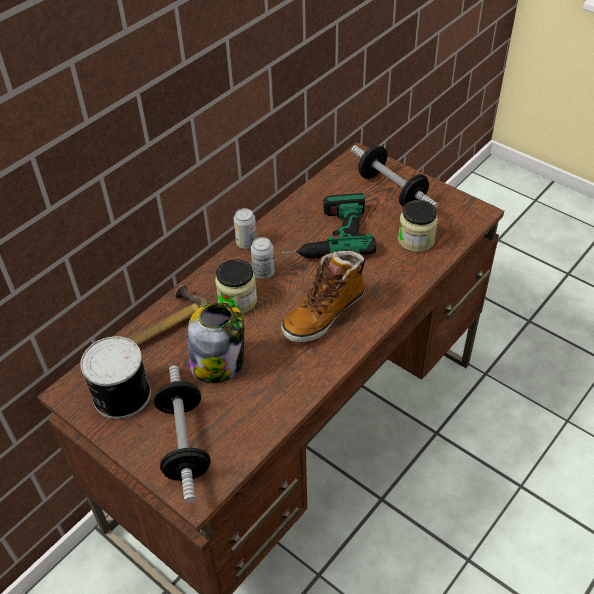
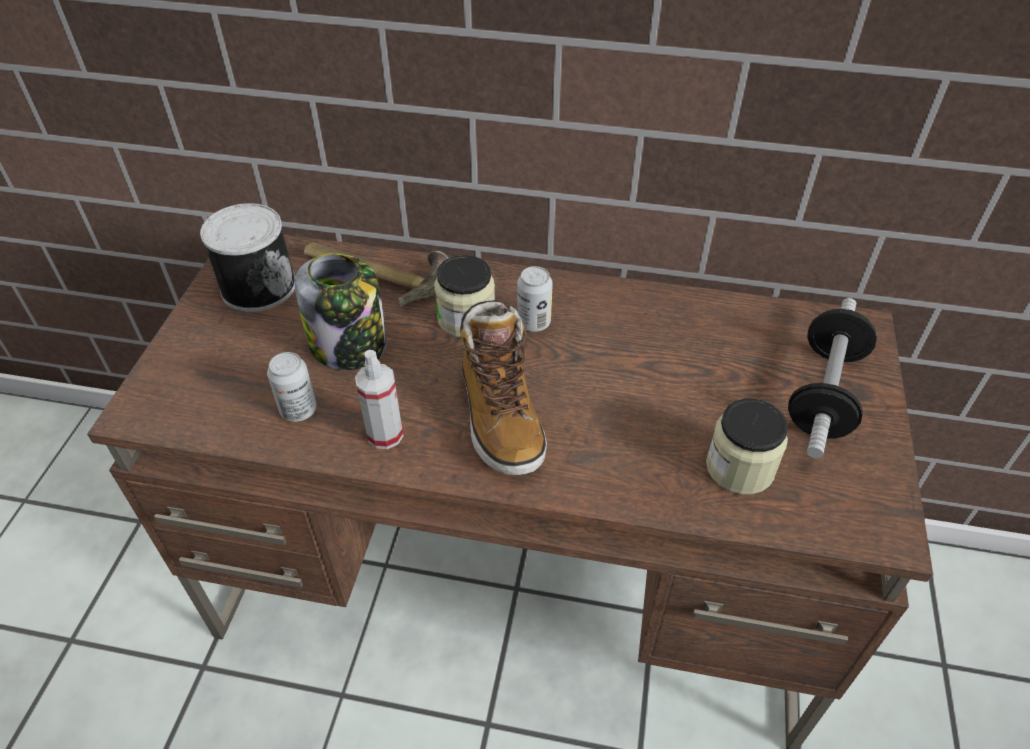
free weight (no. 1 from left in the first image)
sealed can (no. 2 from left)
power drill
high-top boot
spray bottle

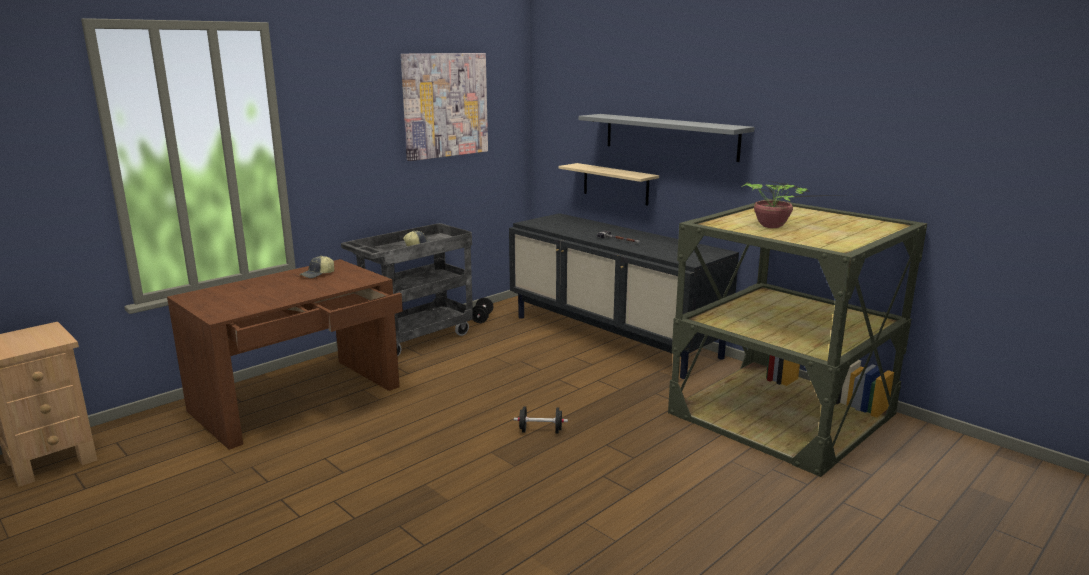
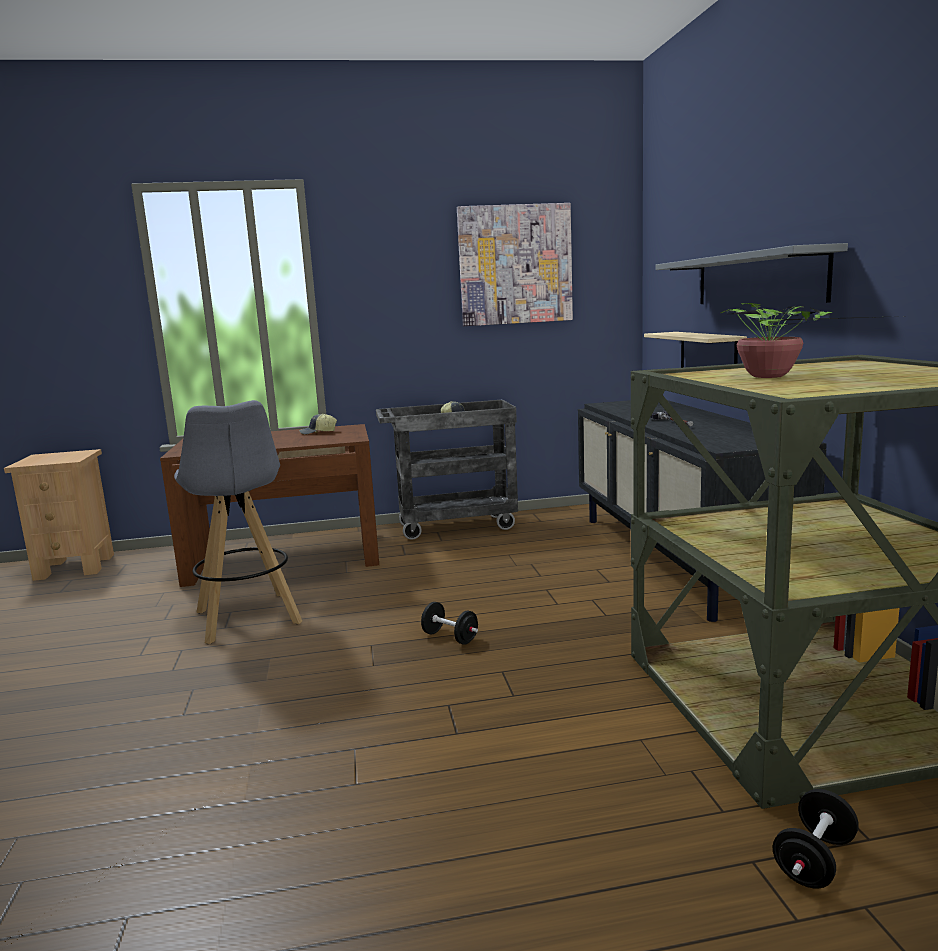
black free weight (no. 2 from left)
grey stool seat

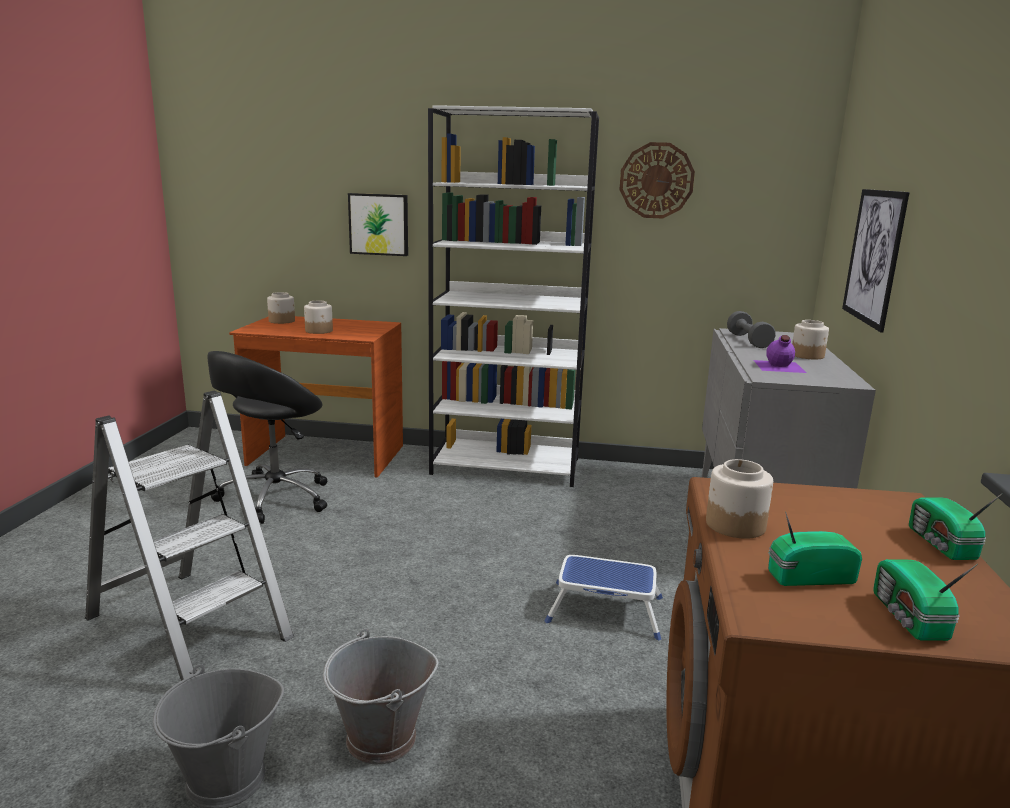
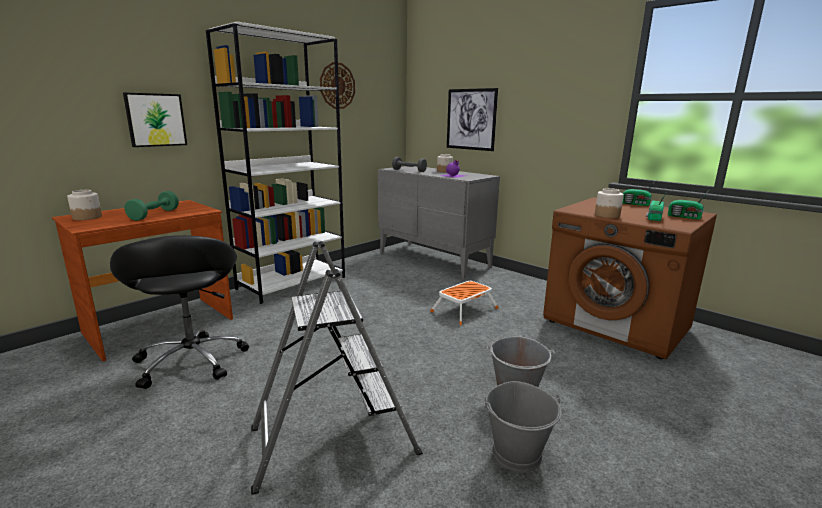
green free weight
orangey step ladder

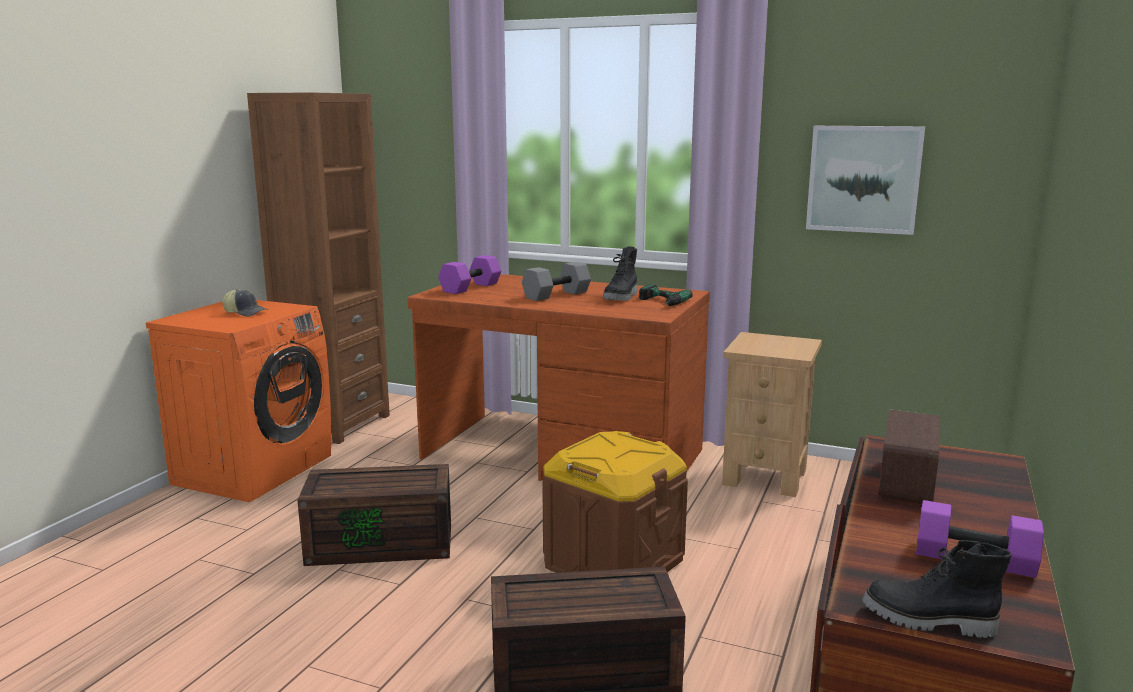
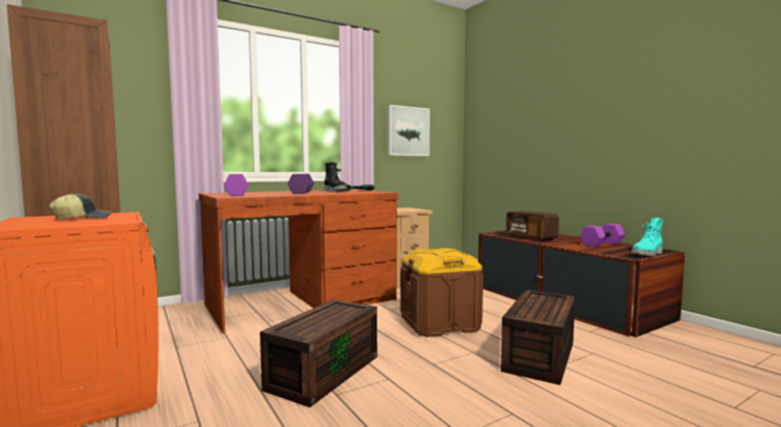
purple-coloured free weight (no. 2 from left)
turquoise high-top boot

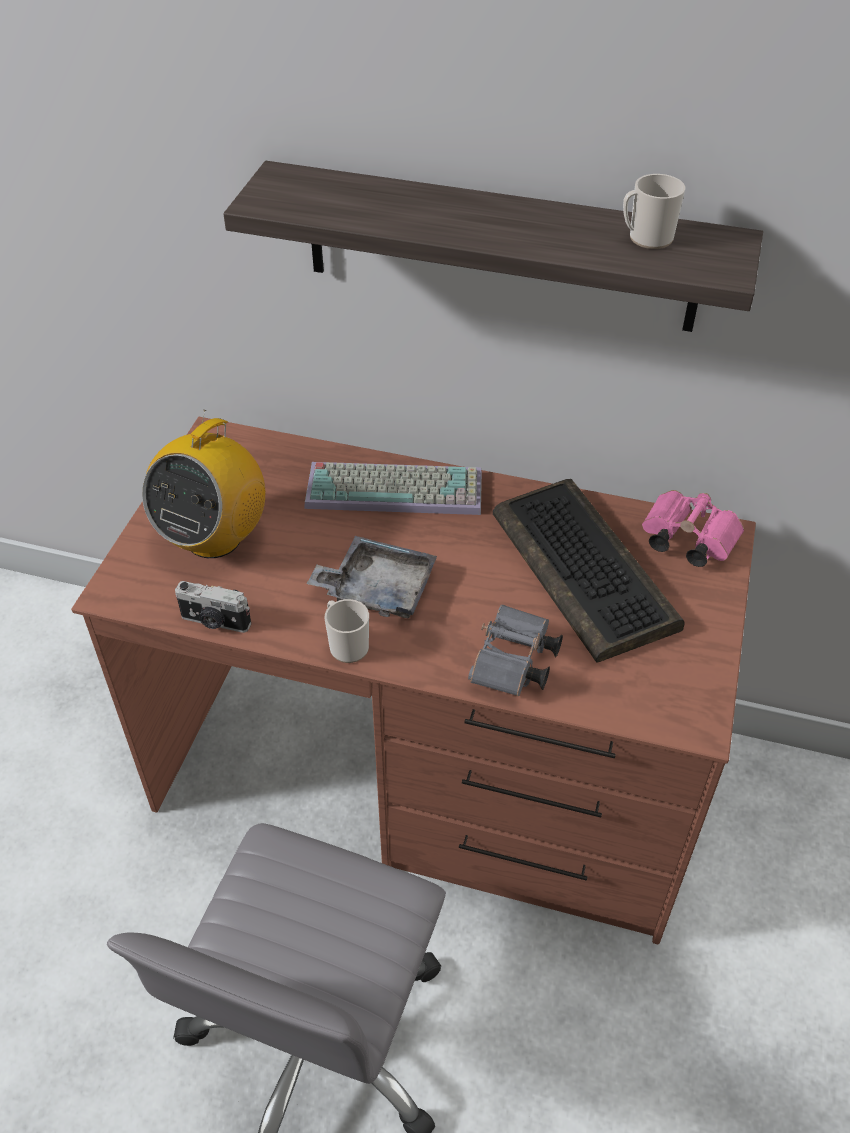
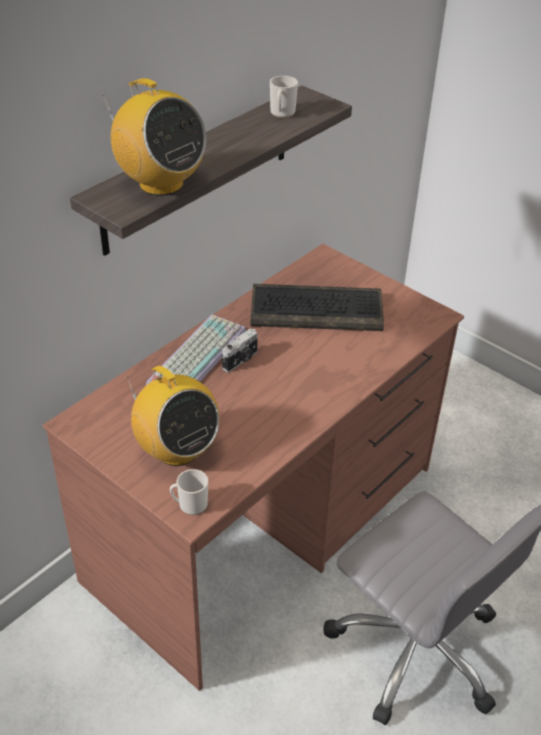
photo camera
grey tray
tea mug (no. 1 from left)
grey binoculars
pink binoculars
radio receiver (no. 1 from left)

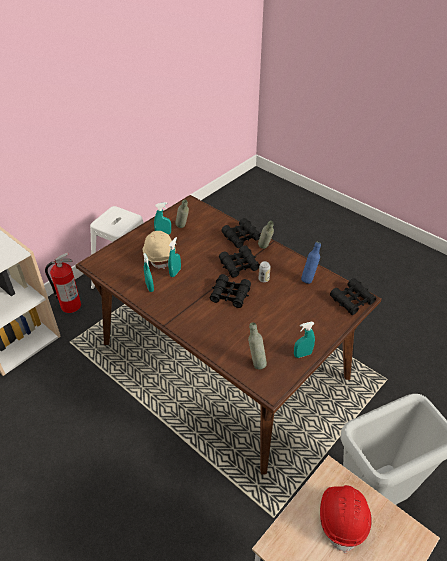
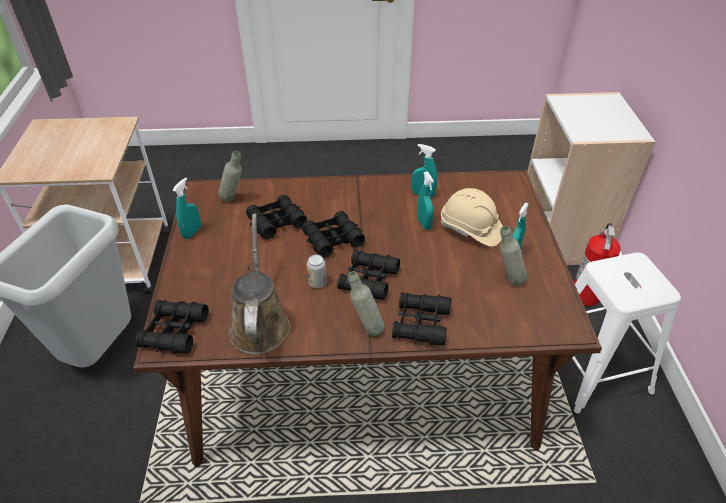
brownish watering can
red safety helmet
black binoculars (no. 2 from left)

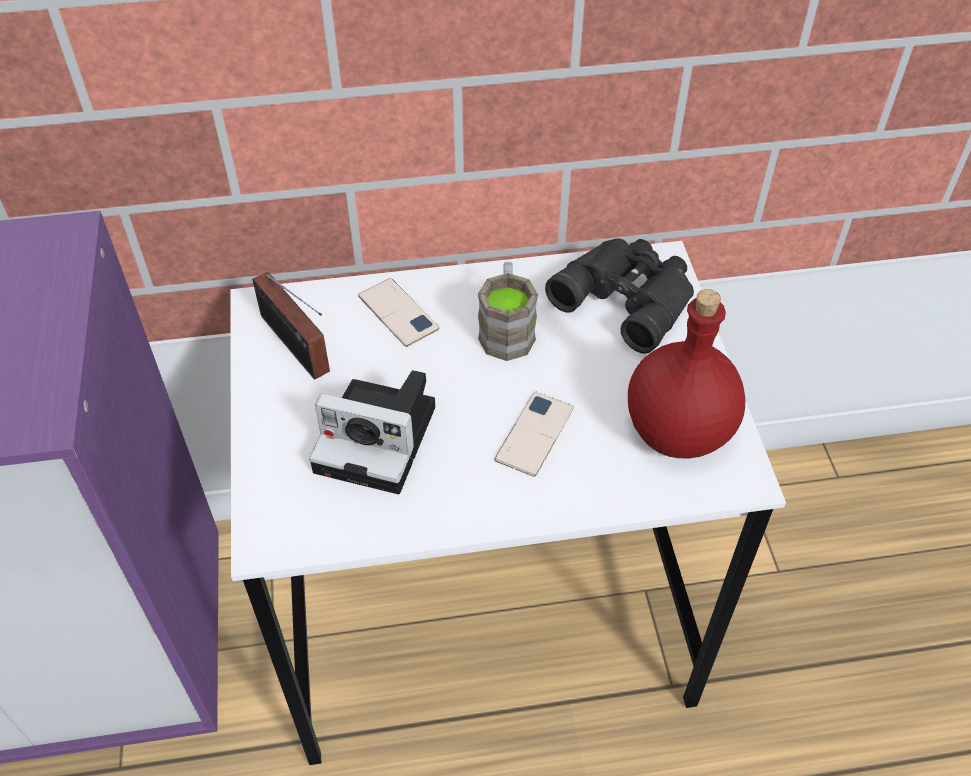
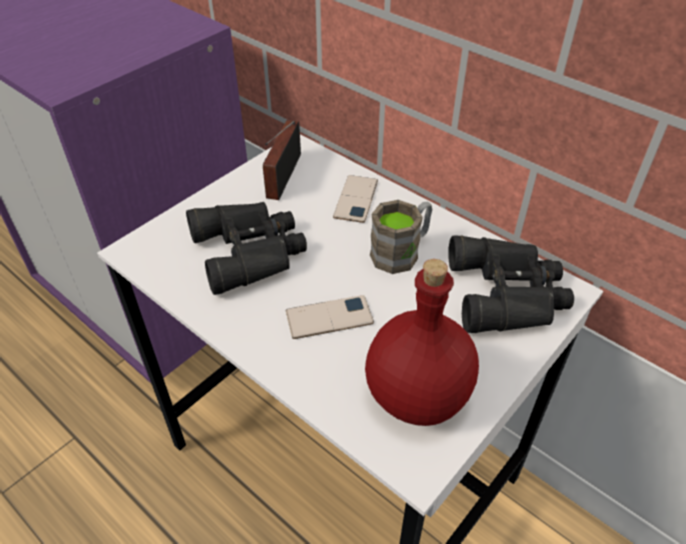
black binoculars (no. 1 from left)

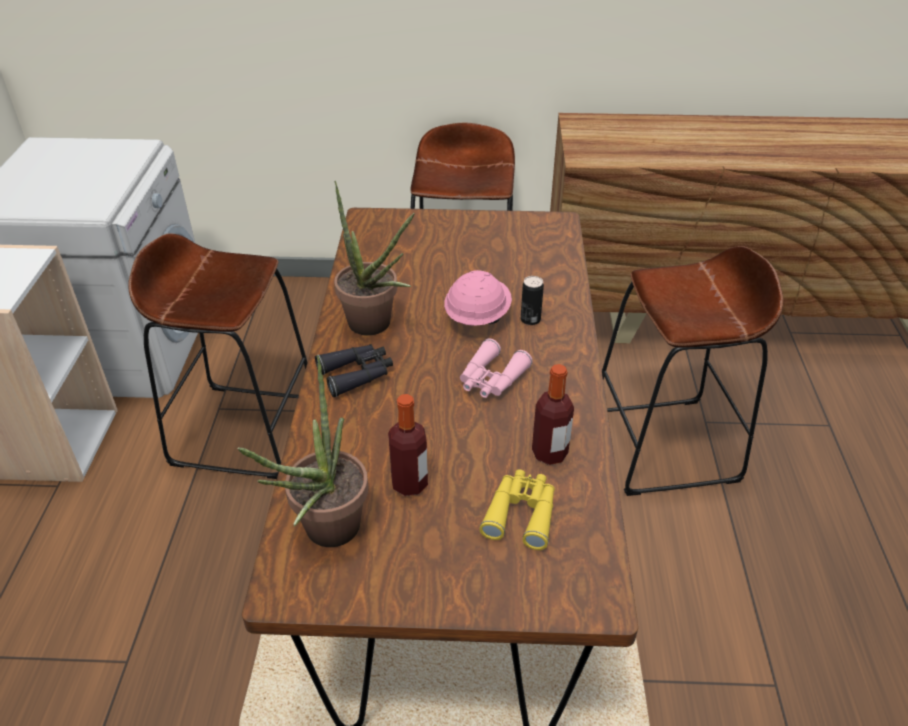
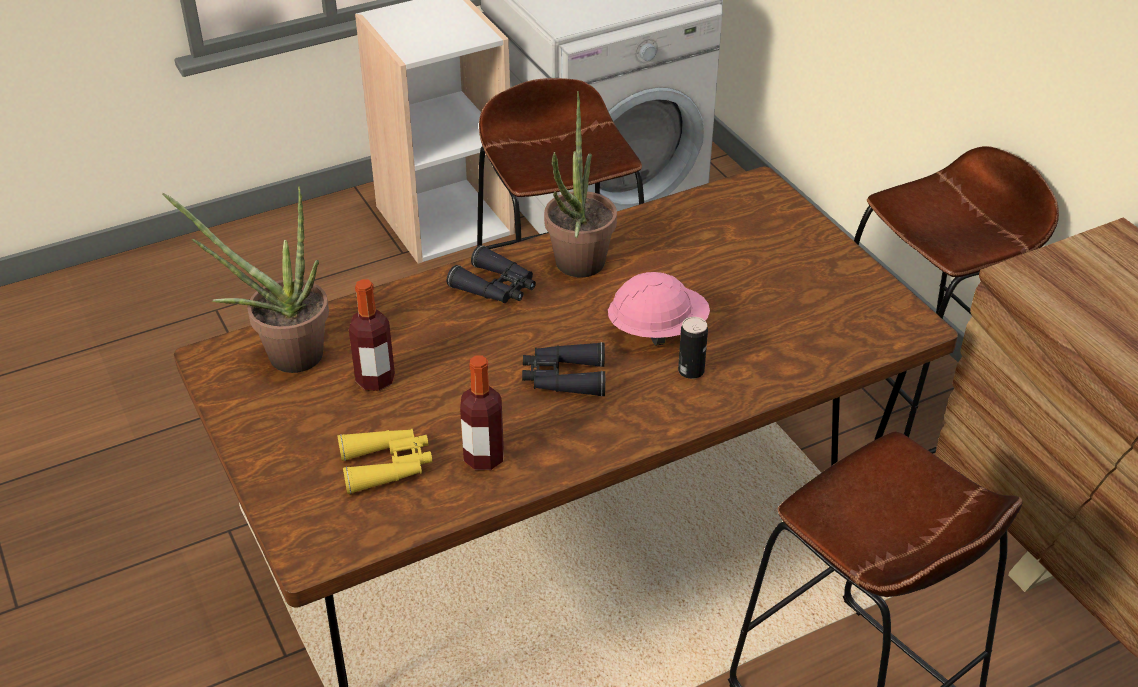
black binoculars (no. 2 from left)

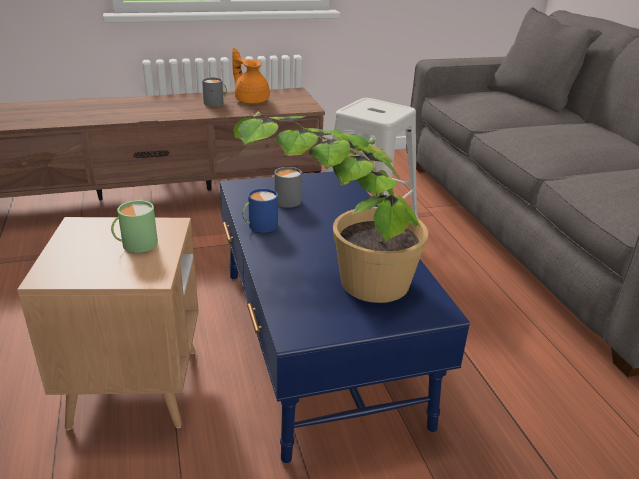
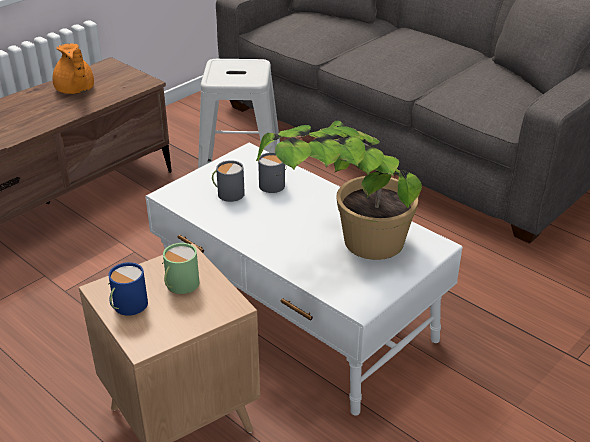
grey tea mug (no. 2 from left)
white-coloured lounge table
orangey teapot
blue-coloured tea mug

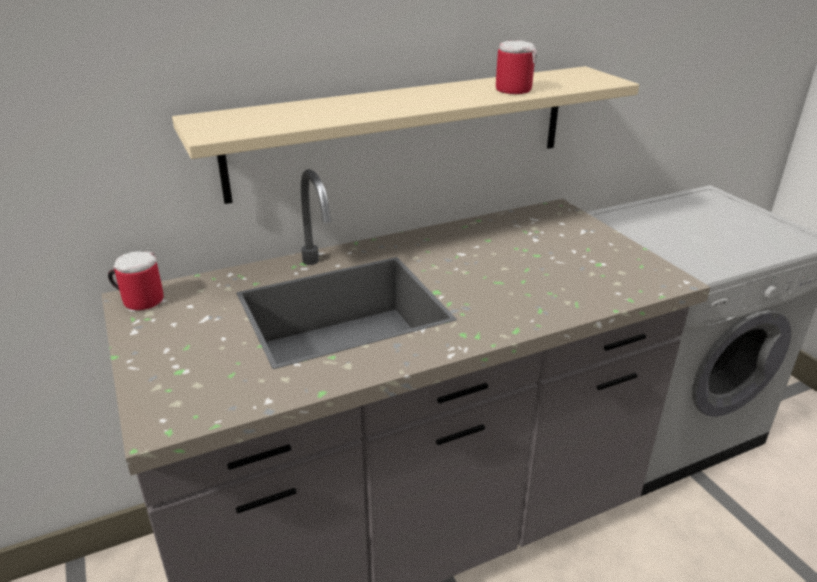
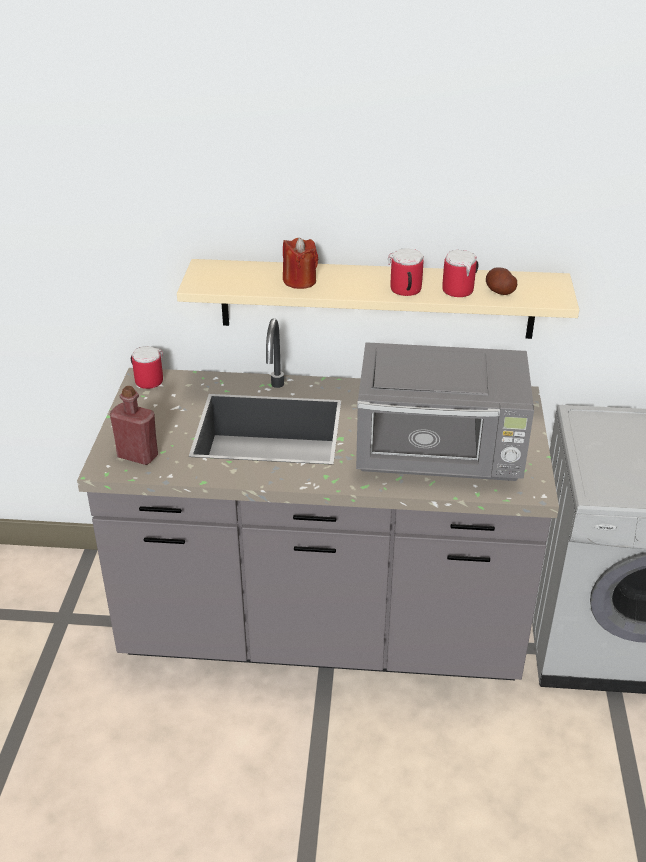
red drink bottle
red wax light
grey microwave
tea mug (no. 2 from left)
whole potato

